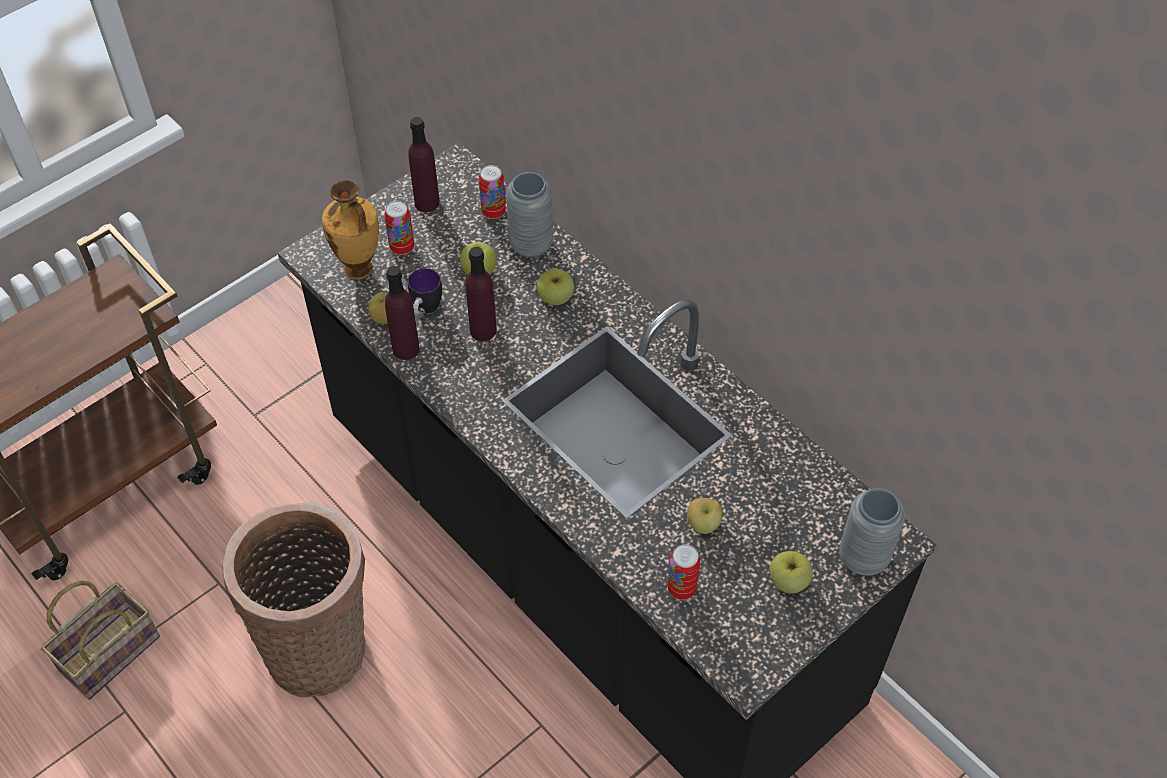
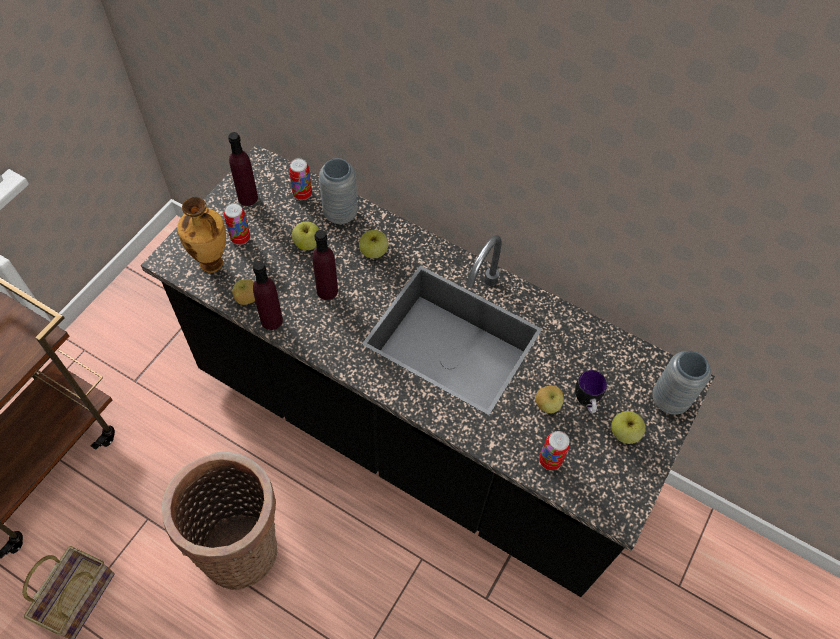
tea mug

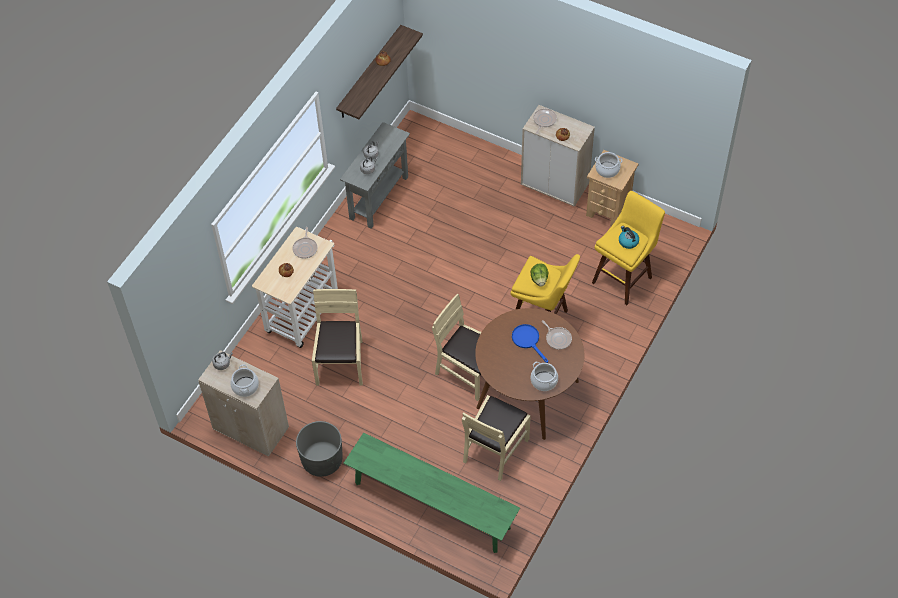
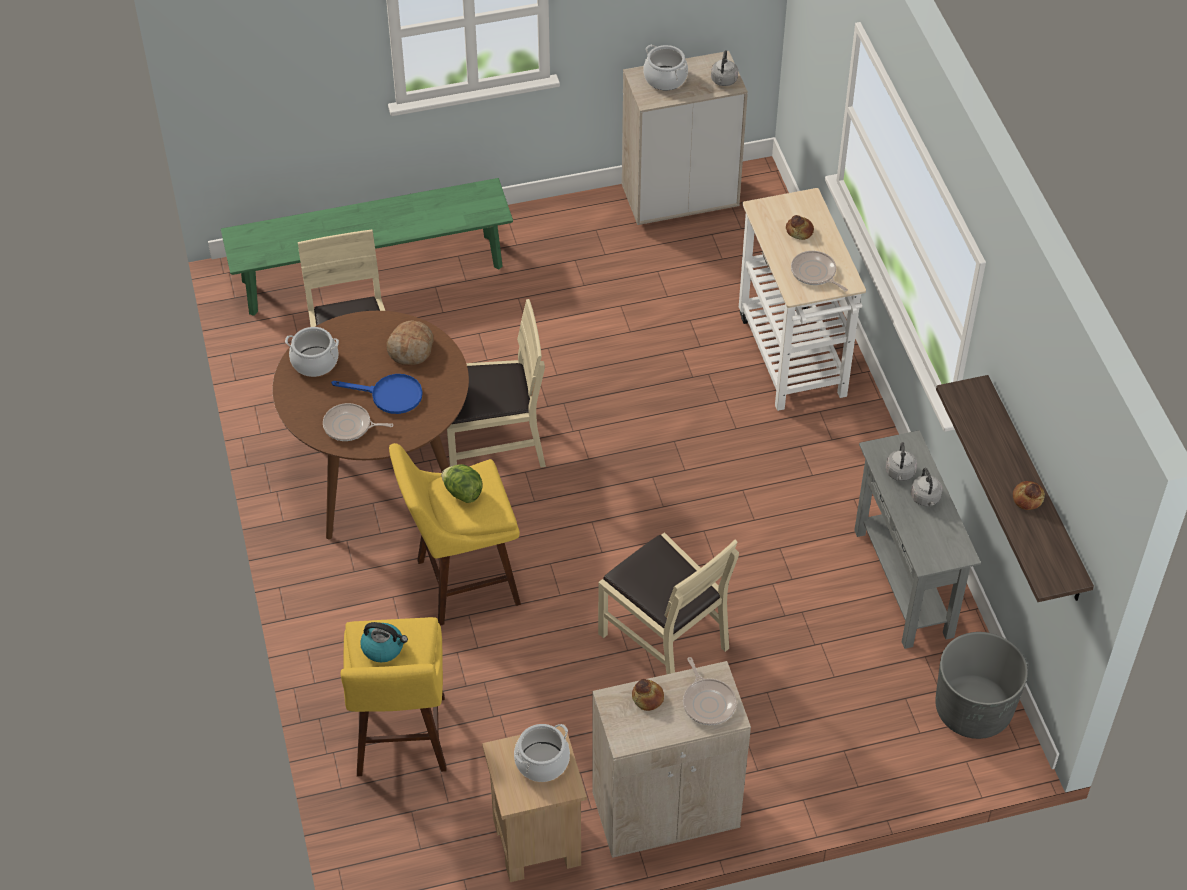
grey planter
sand-coloured plain chair (no. 3 from left)
bakery bread (no. 1 from left)

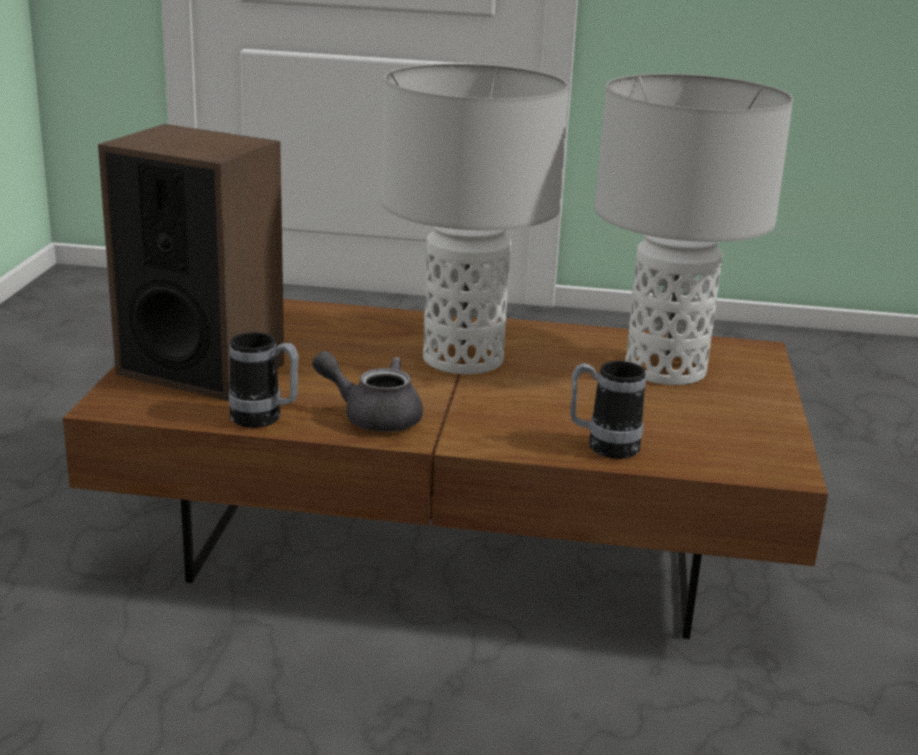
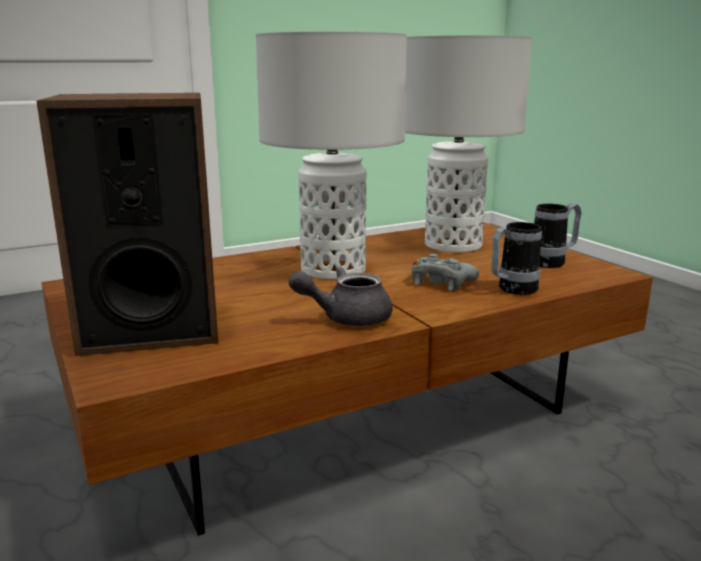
tea mug (no. 2 from left)
grey joypad

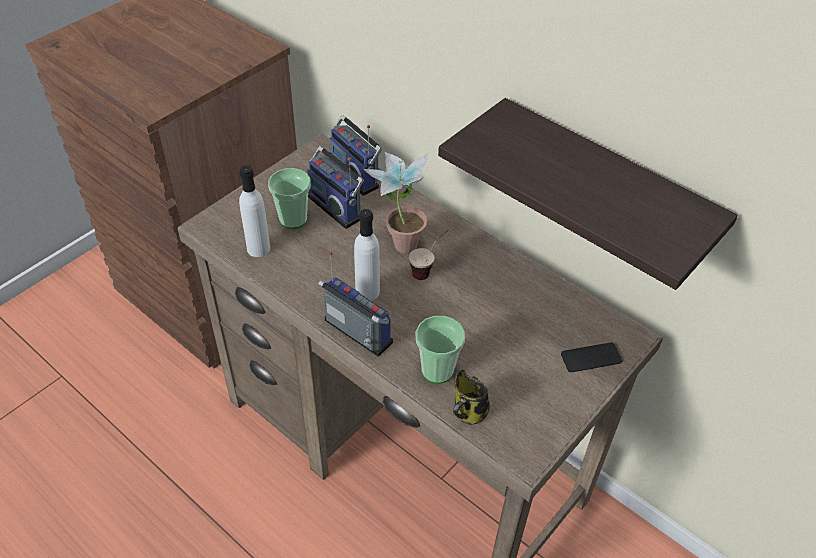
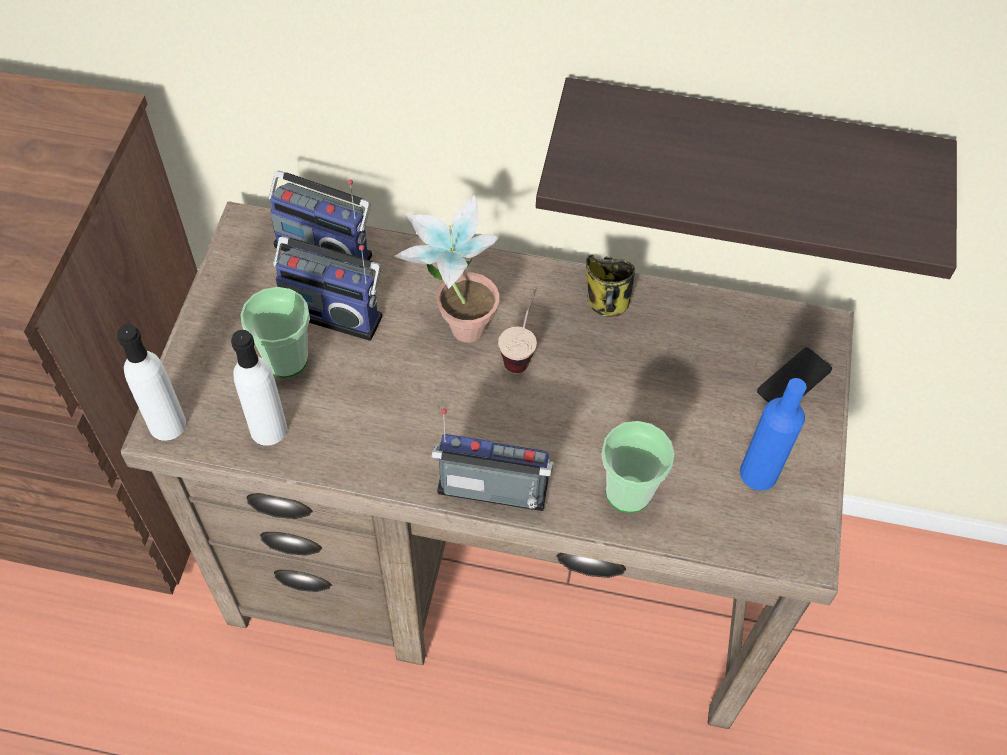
white-coloured drink bottle (no. 1 from left)
tea mug
blue-coloured drink bottle

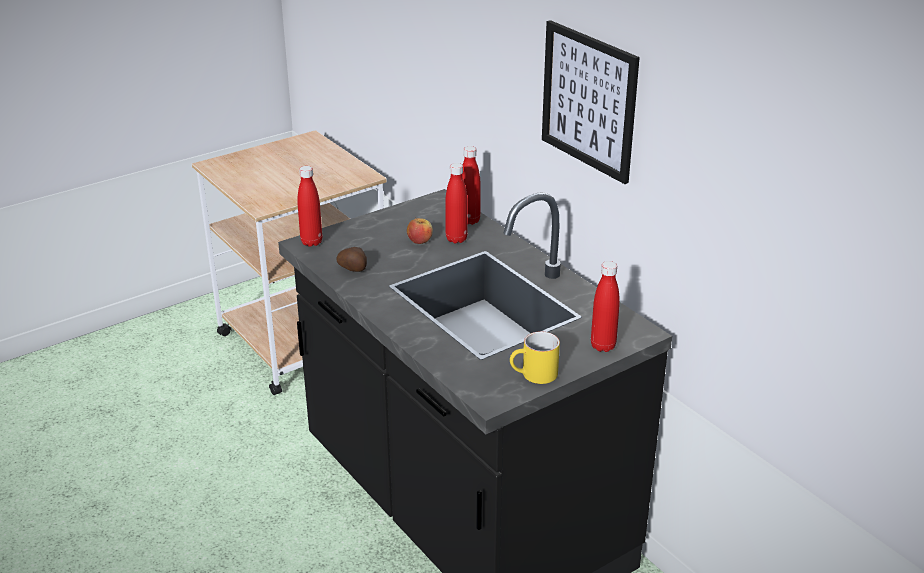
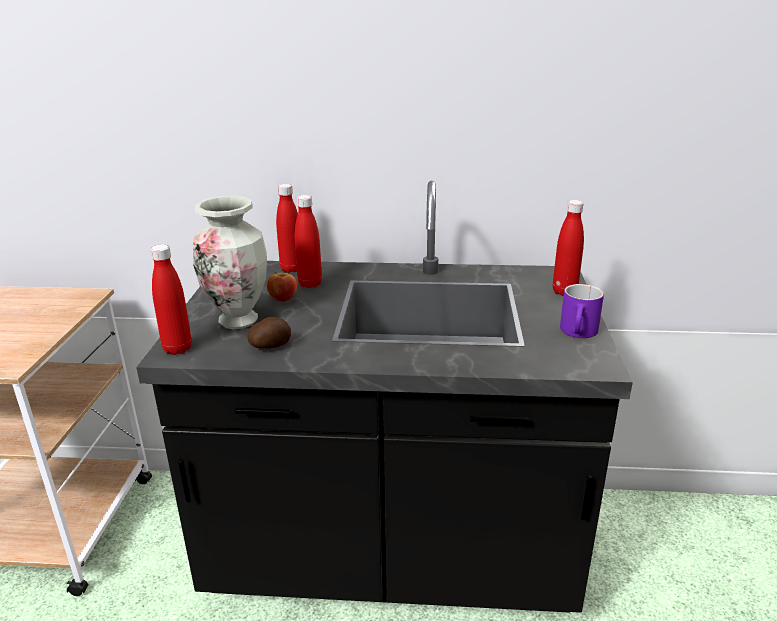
purple-coloured tea mug
wall picture
decorative vase

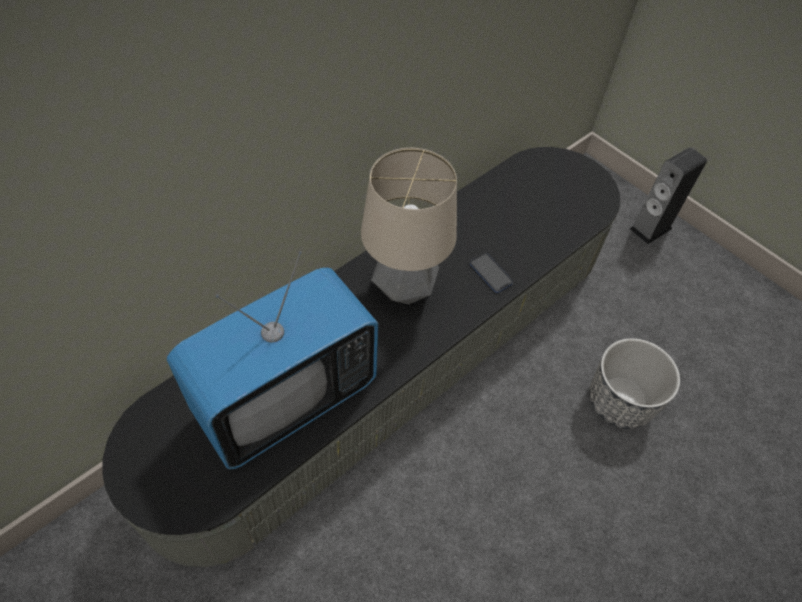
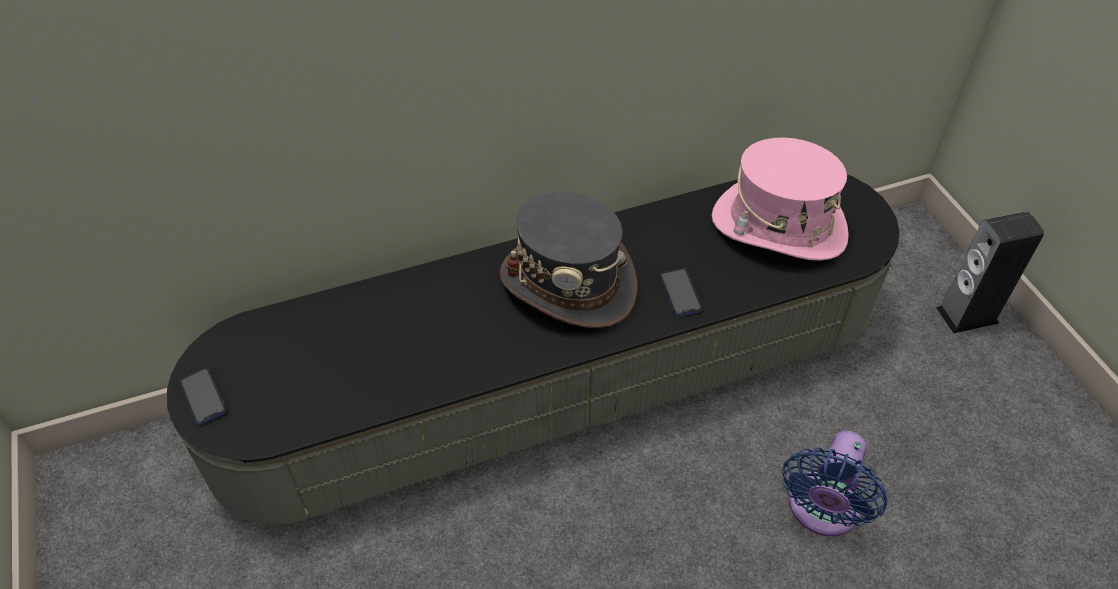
television
grey wearable hat
blue-coloured cooling fan
phone (no. 1 from left)
pink wearable hat

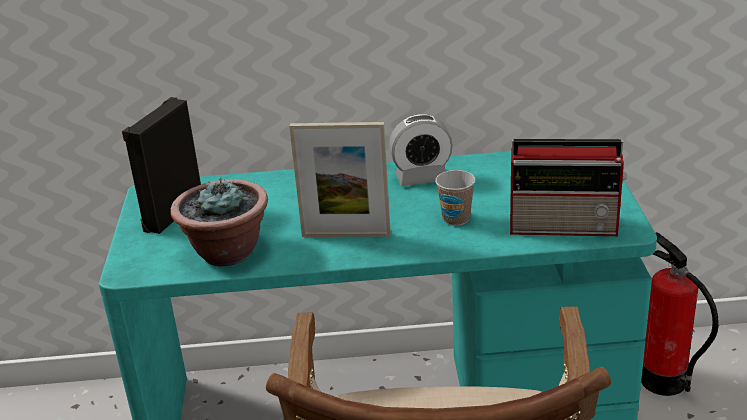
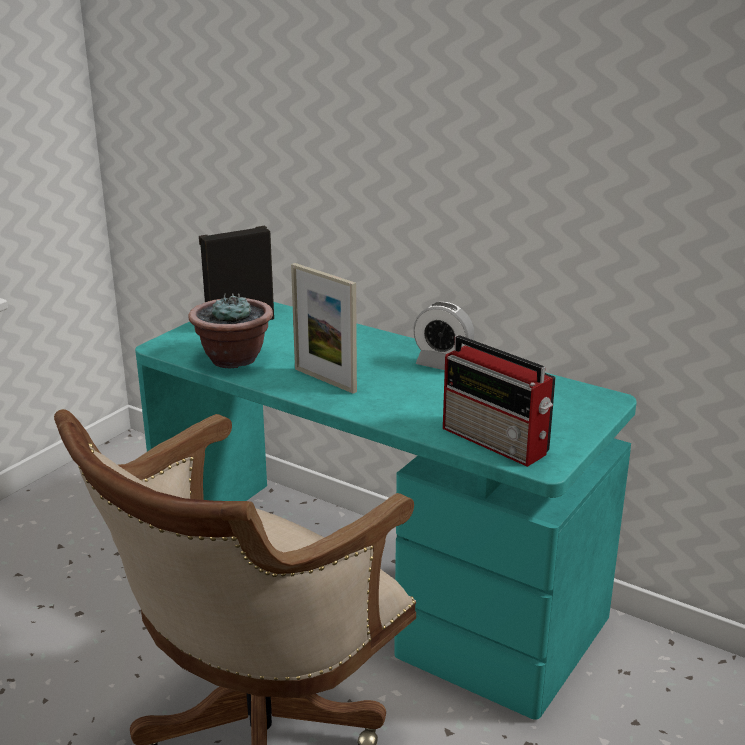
cup
extinguisher

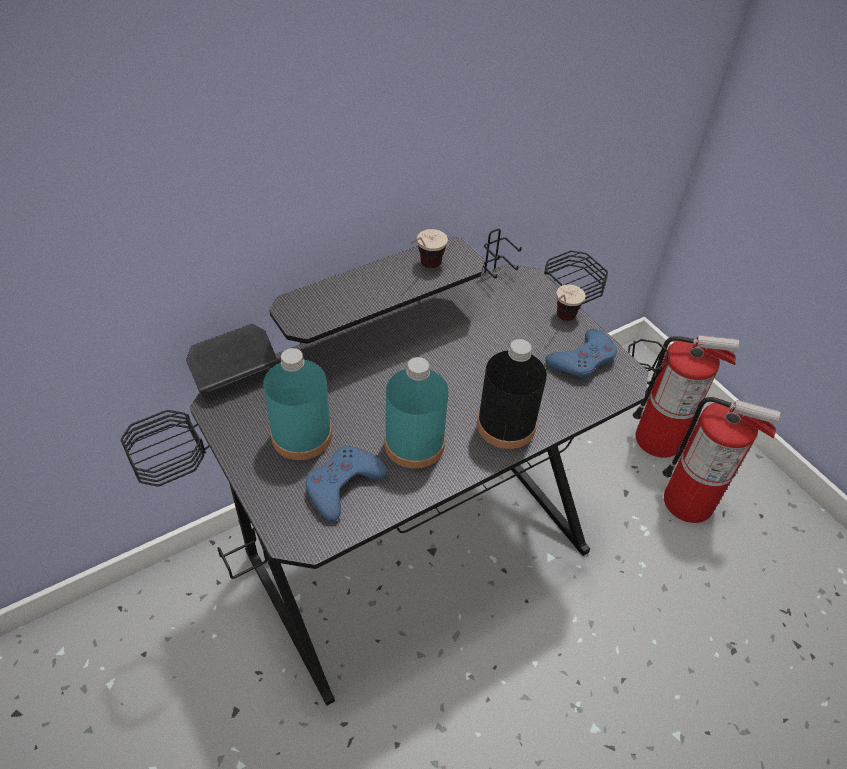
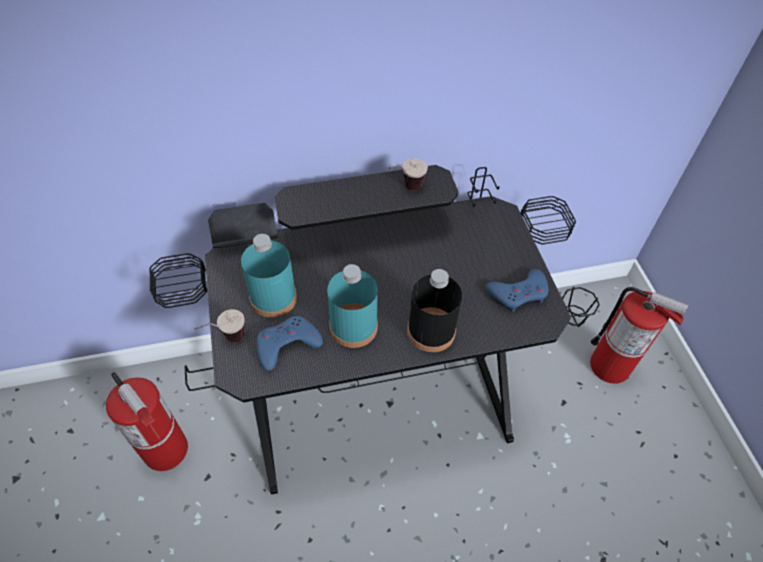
cup (no. 1 from left)
extinguisher (no. 1 from left)

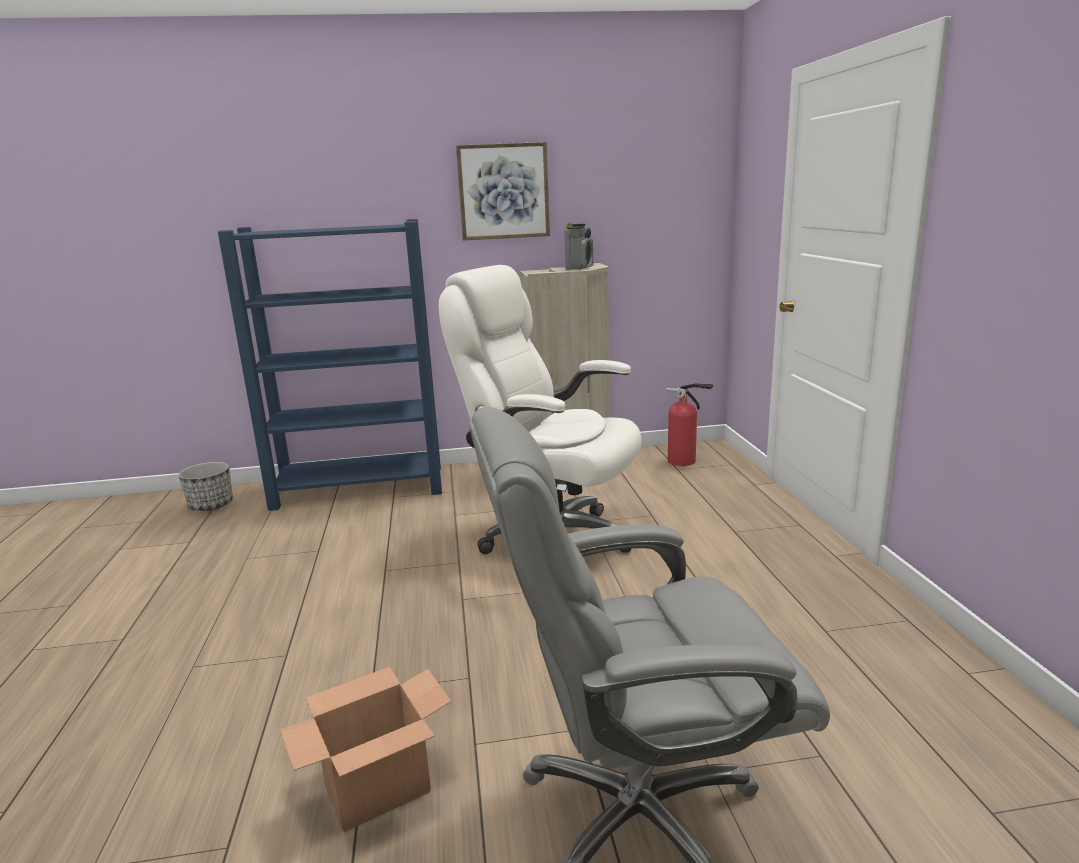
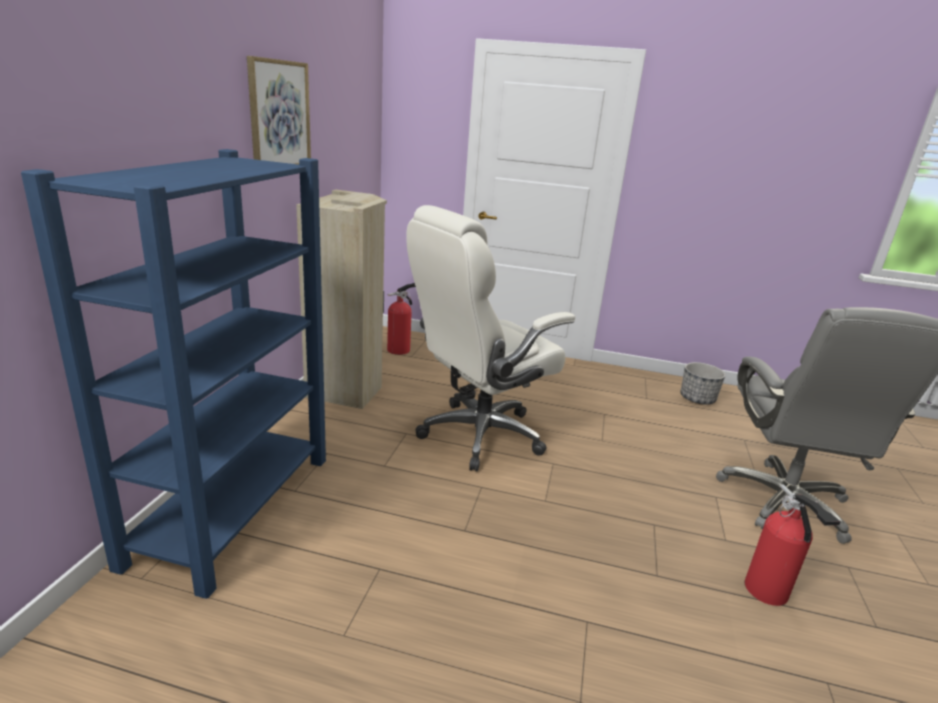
planter
extinguisher (no. 2 from left)
radio receiver

